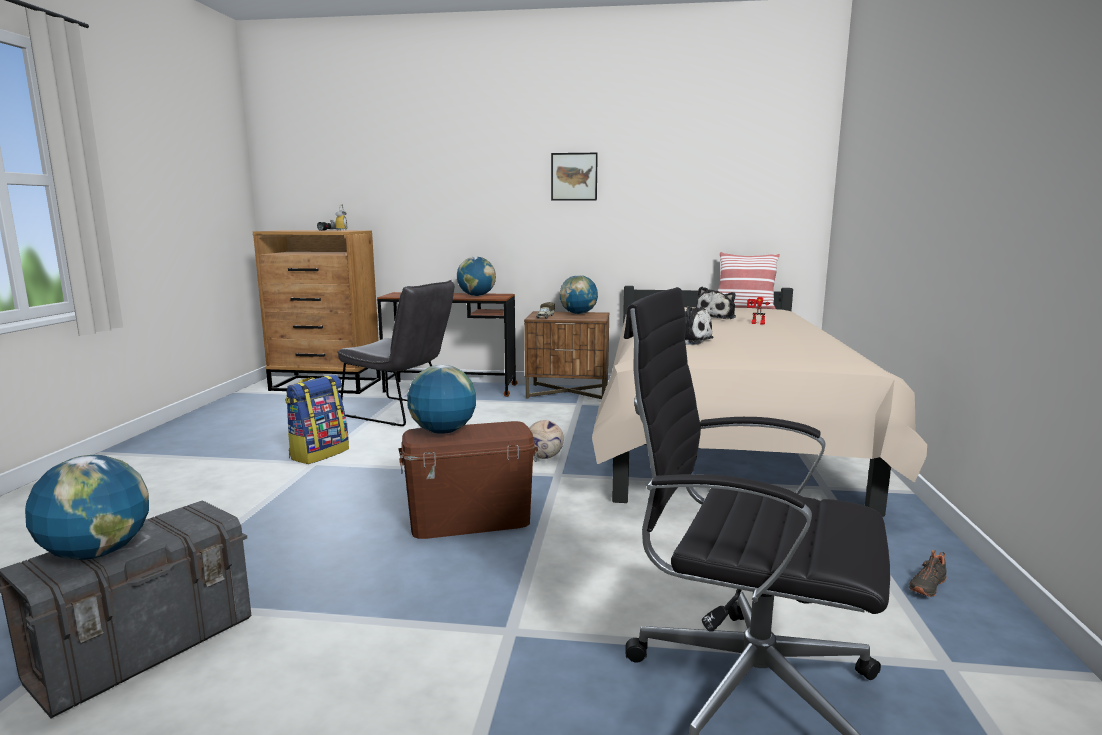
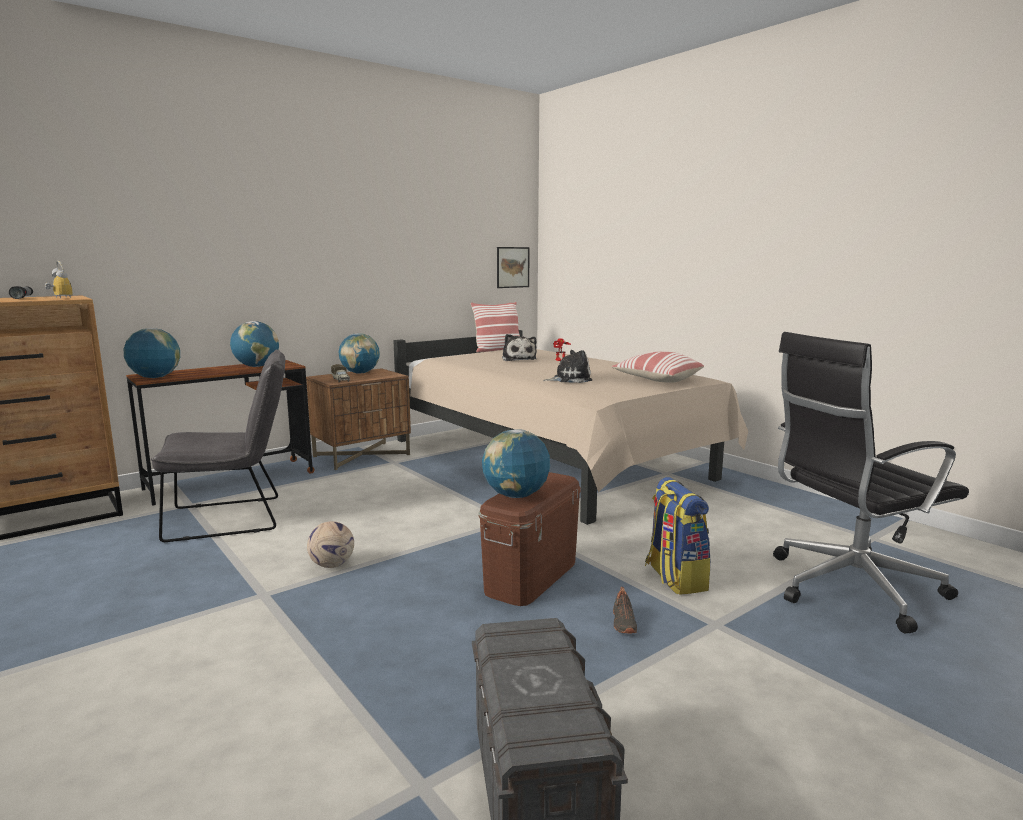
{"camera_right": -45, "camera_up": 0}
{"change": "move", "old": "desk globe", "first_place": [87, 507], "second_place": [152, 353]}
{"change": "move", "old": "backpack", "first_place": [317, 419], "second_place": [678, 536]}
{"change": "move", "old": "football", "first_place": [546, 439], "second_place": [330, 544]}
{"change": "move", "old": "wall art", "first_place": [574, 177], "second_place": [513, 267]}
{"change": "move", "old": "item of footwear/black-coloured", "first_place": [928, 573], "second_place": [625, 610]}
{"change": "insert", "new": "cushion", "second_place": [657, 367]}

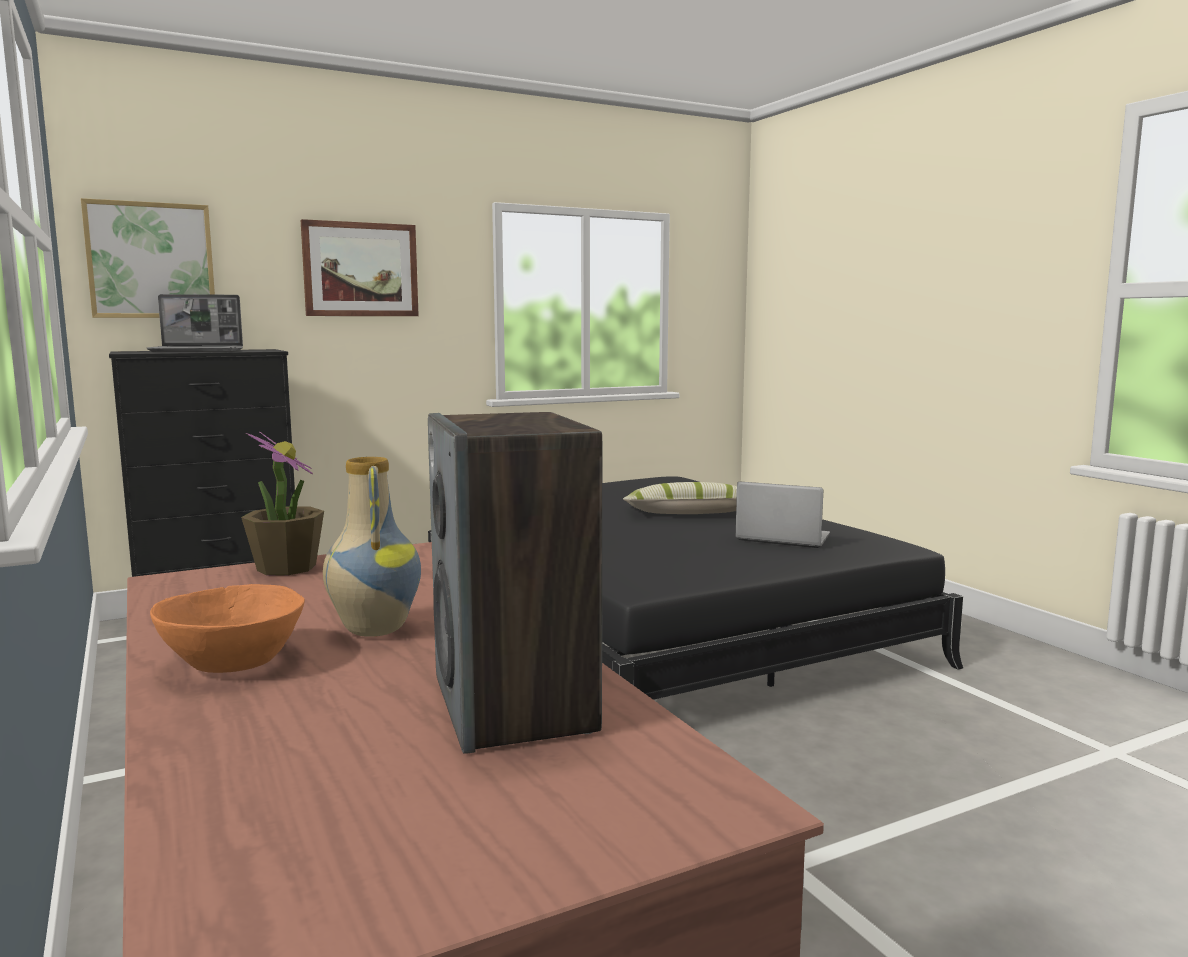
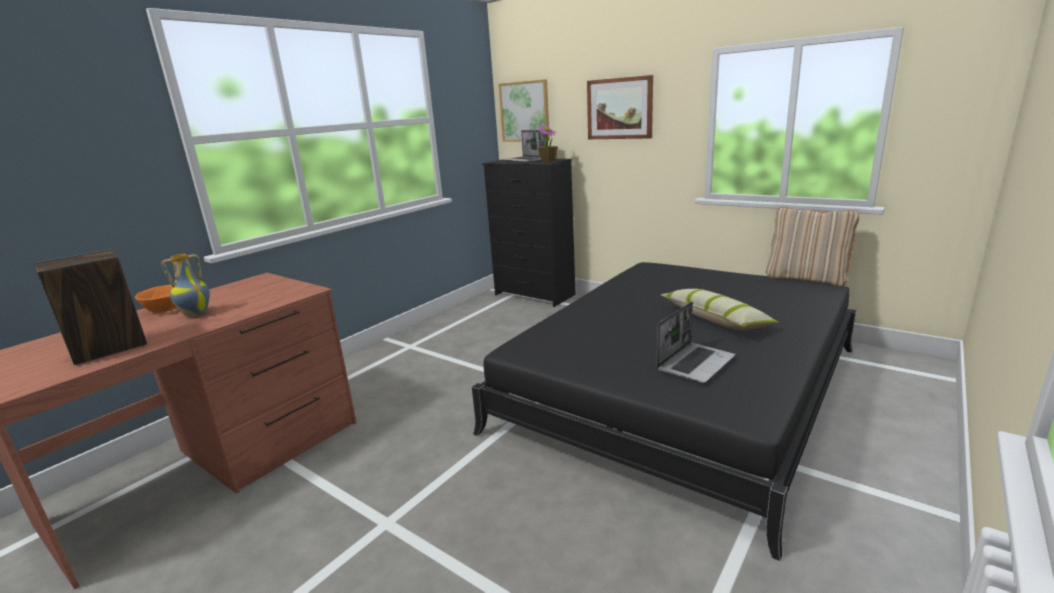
{"camera_right": 65, "camera_up": 10}
{"change": "move", "old": "houseplant", "first_place": [282, 504], "second_place": [548, 144]}
{"change": "rotate", "old": "laptop", "first_place": [783, 515], "second_place": [695, 342], "degrees": 45}
{"change": "insert", "new": "cushion/sand-coloured", "second_place": [812, 246]}

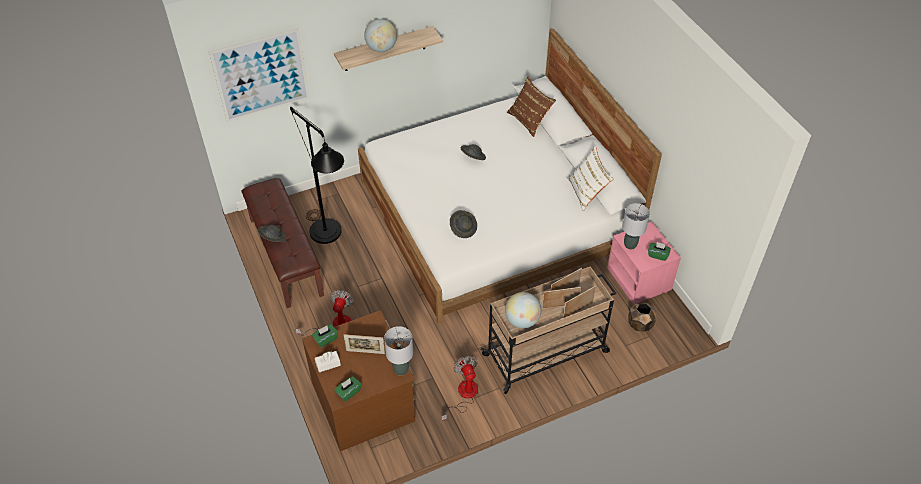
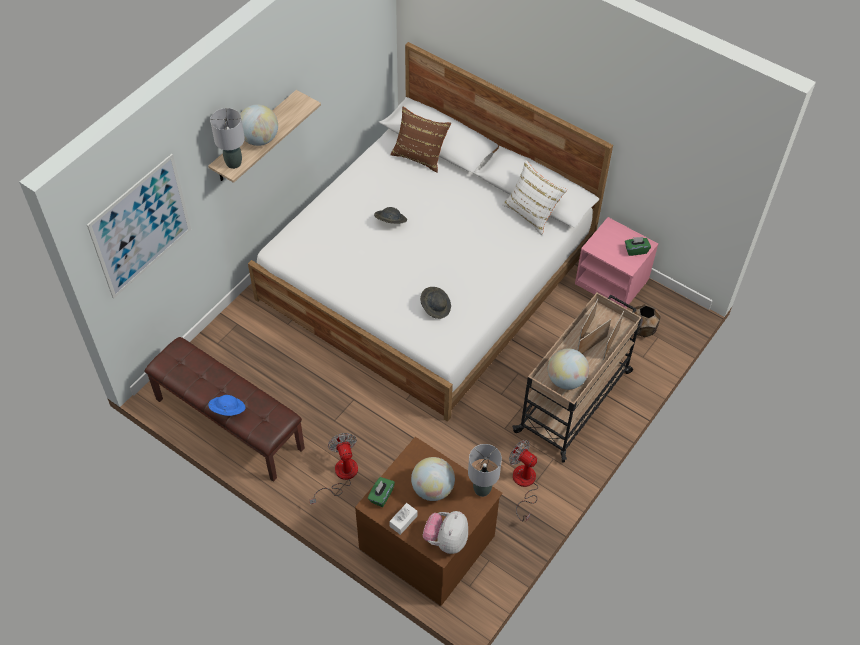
{"camera_right": -30, "camera_up": 5}
{"change": "recolor", "old": "hat/grey", "new": "hat/bluish", "first_place": [272, 233], "second_place": [227, 405]}
{"change": "delete", "old": "standard lamp/black-coloured", "first_place": [317, 175]}
{"change": "replace", "old": "tissue holder/green", "new": "cuddly toy", "first_place": [348, 389], "second_place": [445, 532]}
{"change": "replace", "old": "photo frame", "new": "desk globe", "first_place": [364, 344], "second_place": [433, 479]}
{"change": "move", "old": "table lamp/grey", "first_place": [636, 226], "second_place": [227, 138]}

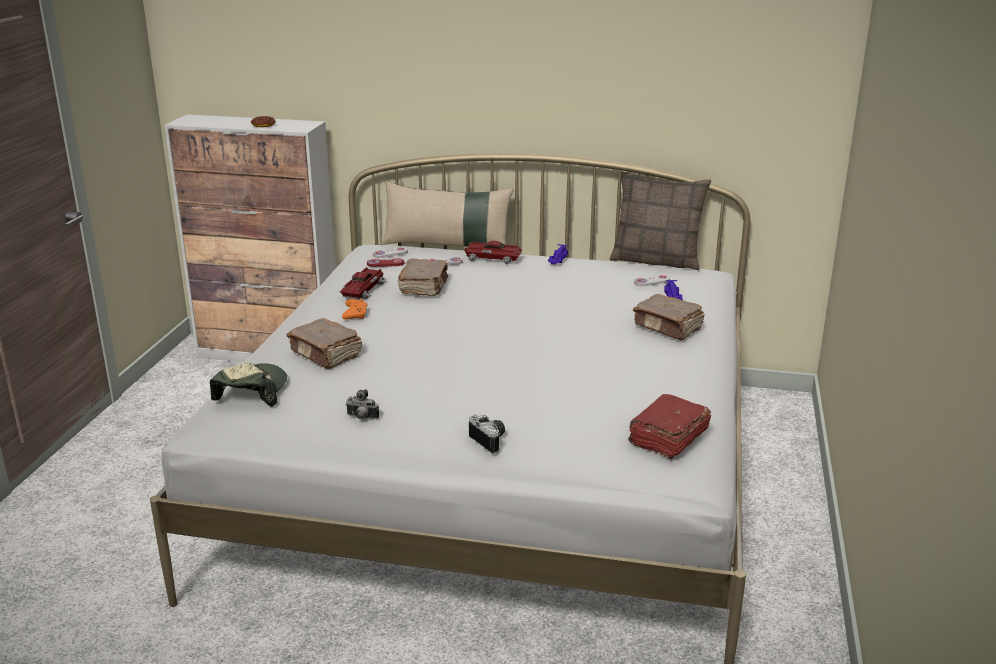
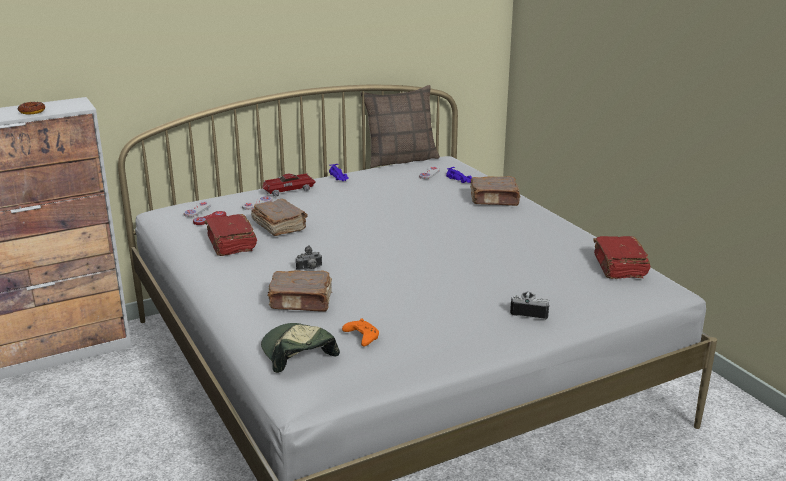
{"camera_right": -40, "camera_up": 0}
{"change": "replace", "old": "miniature car", "new": "book/red-coloured", "first_place": [363, 283], "second_place": [230, 235]}
{"change": "move", "old": "gamepad/orange", "first_place": [355, 309], "second_place": [360, 332]}
{"change": "move", "old": "still camera", "first_place": [362, 404], "second_place": [309, 258]}
{"change": "delete", "old": "cushion/sand-coloured", "first_place": [448, 214]}

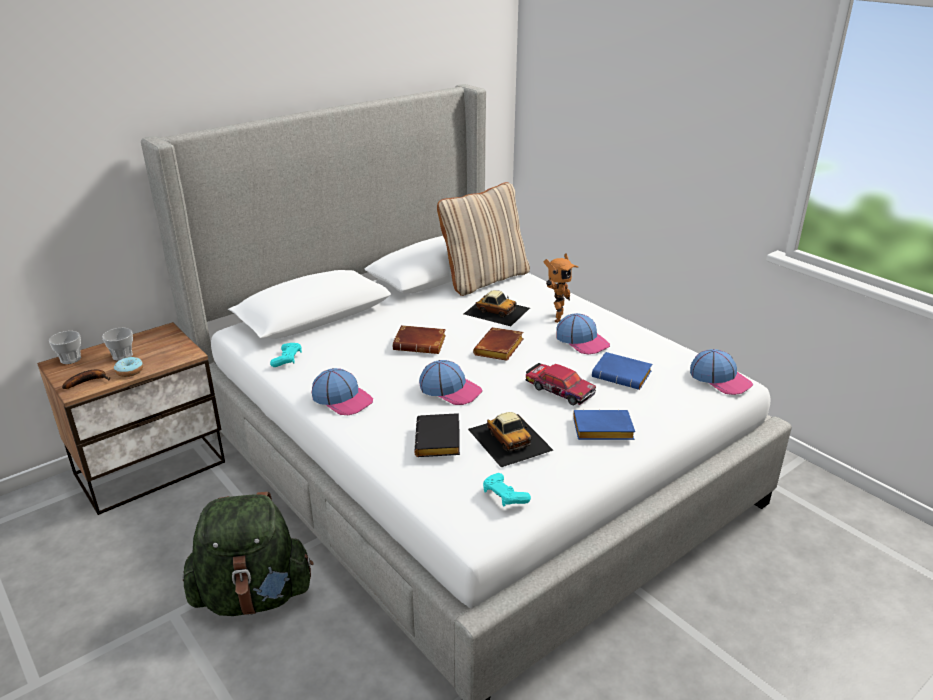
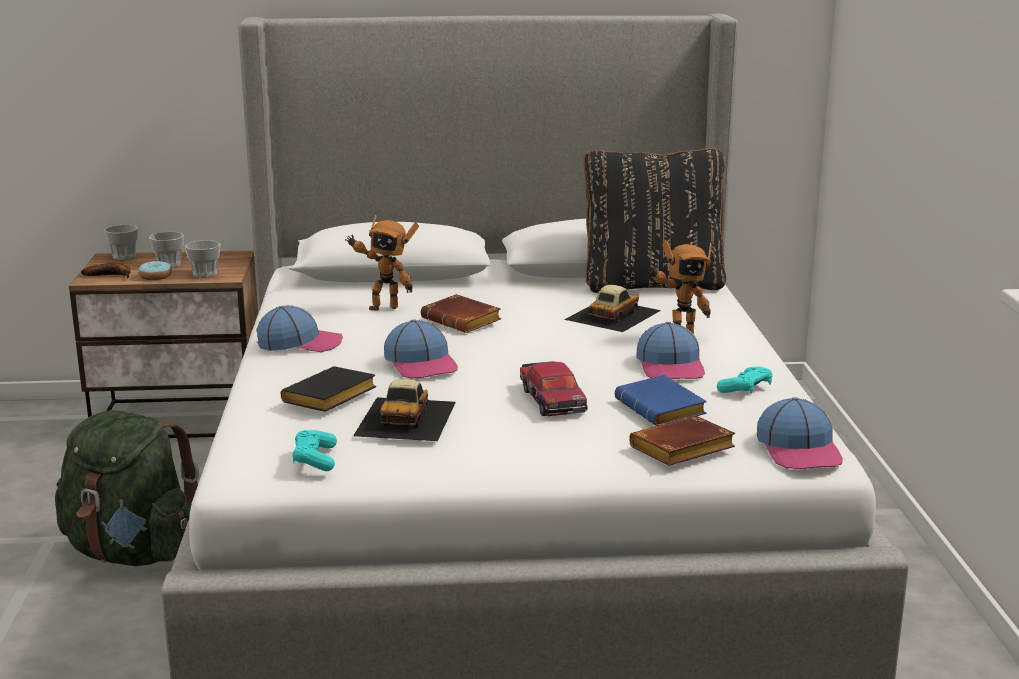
{"camera_right": 35, "camera_up": -10}
{"change": "move", "old": "gamepad/blue-green", "first_place": [286, 355], "second_place": [745, 380]}
{"change": "rotate", "old": "cap", "first_place": [342, 391], "second_place": [299, 328], "degrees": -75}
{"change": "recolor", "old": "cushion/sand-coloured", "new": "cushion/black-coloured", "first_place": [483, 239], "second_place": [654, 220]}
{"change": "rotate", "old": "miniature car", "first_place": [497, 308], "second_place": [612, 308], "degrees": -120}
{"change": "move", "old": "book/brown-coloured", "first_place": [498, 344], "second_place": [682, 441]}
{"change": "delete", "old": "book/bluish", "first_place": [604, 425]}
{"change": "insert", "new": "drinking cup", "second_place": [202, 259]}
{"change": "insert", "new": "robot figure", "second_place": [382, 263]}

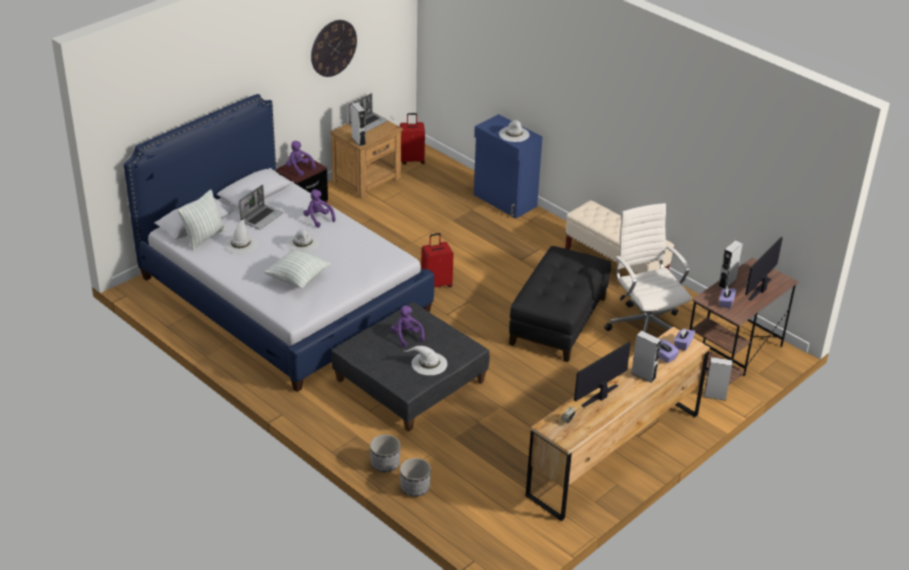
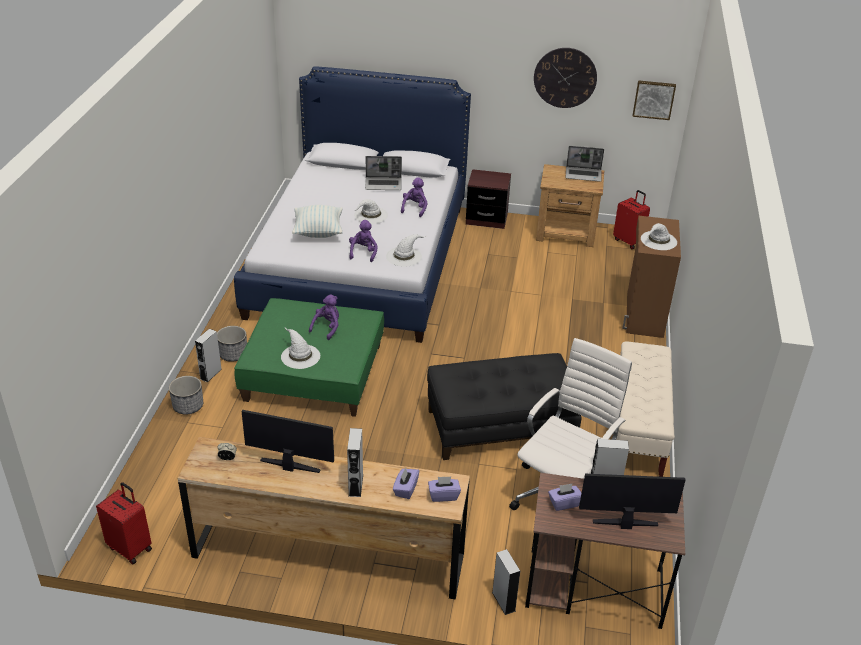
{"camera_right": 55, "camera_up": 0}
{"change": "delete", "old": "cushion", "first_place": [202, 220]}
{"change": "move", "old": "hat/white-coloured", "first_place": [241, 236], "second_place": [406, 250]}
{"change": "move", "old": "cuddly toy/purple-coloured", "first_place": [301, 158], "second_place": [363, 241]}
{"change": "recolor", "old": "ottoman/grey", "new": "ottoman/green", "first_place": [410, 367], "second_place": [309, 357]}
{"change": "move", "old": "loudspeaker/grey", "first_place": [358, 124], "second_place": [208, 355]}
{"change": "move", "old": "planter", "first_place": [415, 477], "second_place": [232, 344]}
{"change": "move", "old": "travel case/red-coloured", "first_place": [437, 260], "second_place": [124, 523]}
{"change": "recolor", "old": "cabinet/bluish", "new": "cabinet/brown-coloured", "first_place": [508, 166], "second_place": [651, 277]}
{"change": "insert", "new": "wall art", "second_place": [654, 100]}

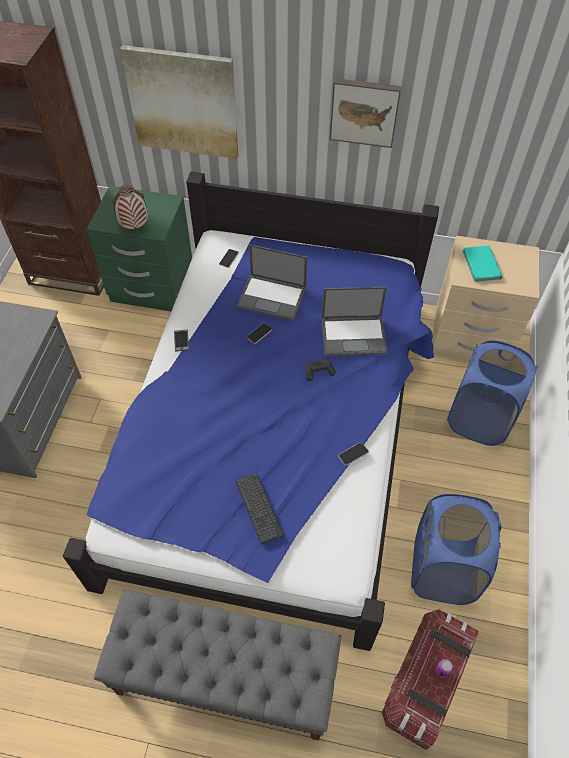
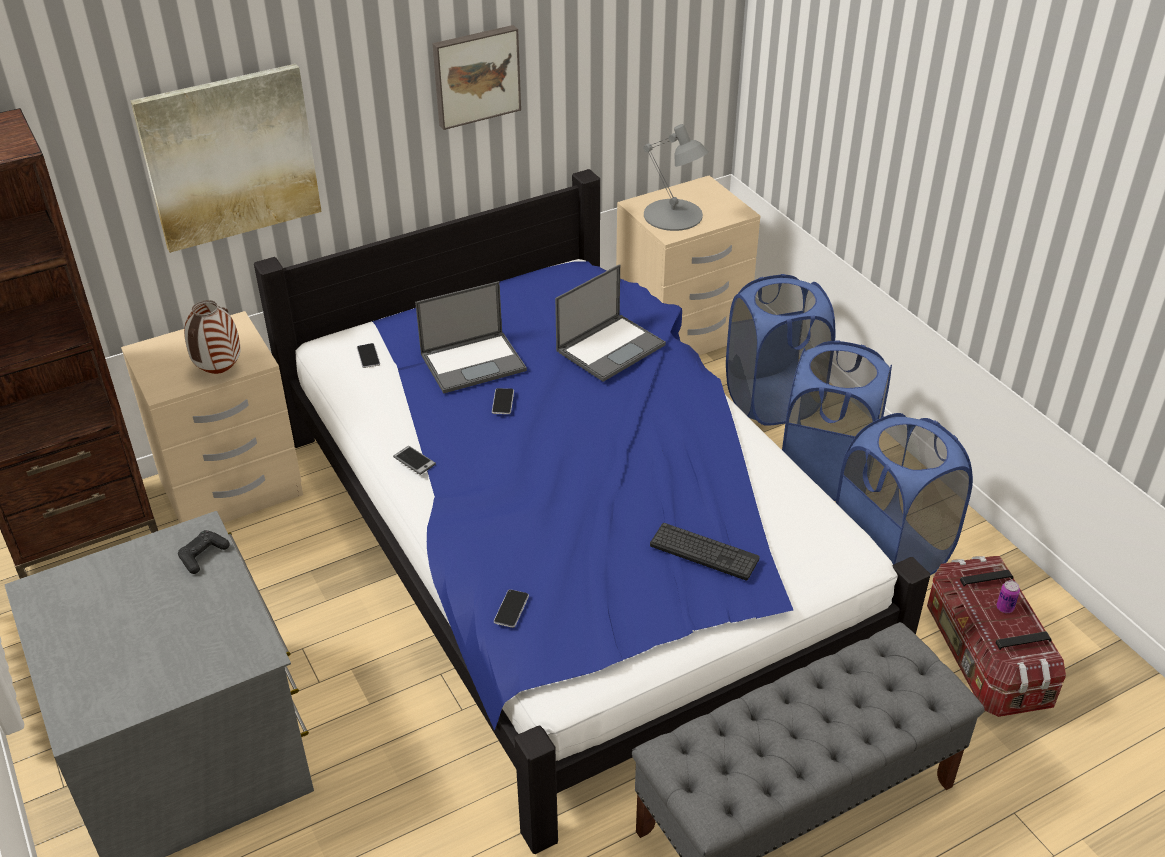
{"camera_right": -40, "camera_up": -15}
{"change": "recolor", "old": "night table/green", "new": "night table/sand-coloured", "first_place": [139, 248], "second_place": [212, 417]}
{"change": "move", "old": "gamepad/black-coloured", "first_place": [321, 370], "second_place": [203, 552]}
{"change": "move", "old": "handset", "first_place": [353, 454], "second_place": [511, 608]}
{"change": "replace", "old": "book/blue-green", "new": "table lamp/grey", "first_place": [482, 264], "second_place": [676, 177]}
{"change": "insert", "new": "hamper/bluish", "second_place": [837, 420]}

